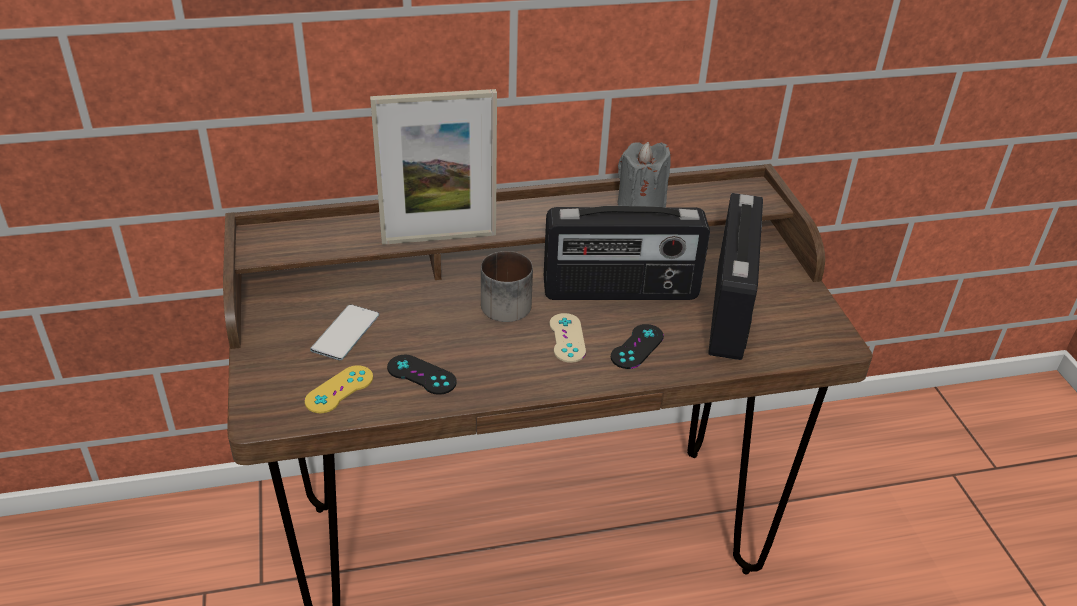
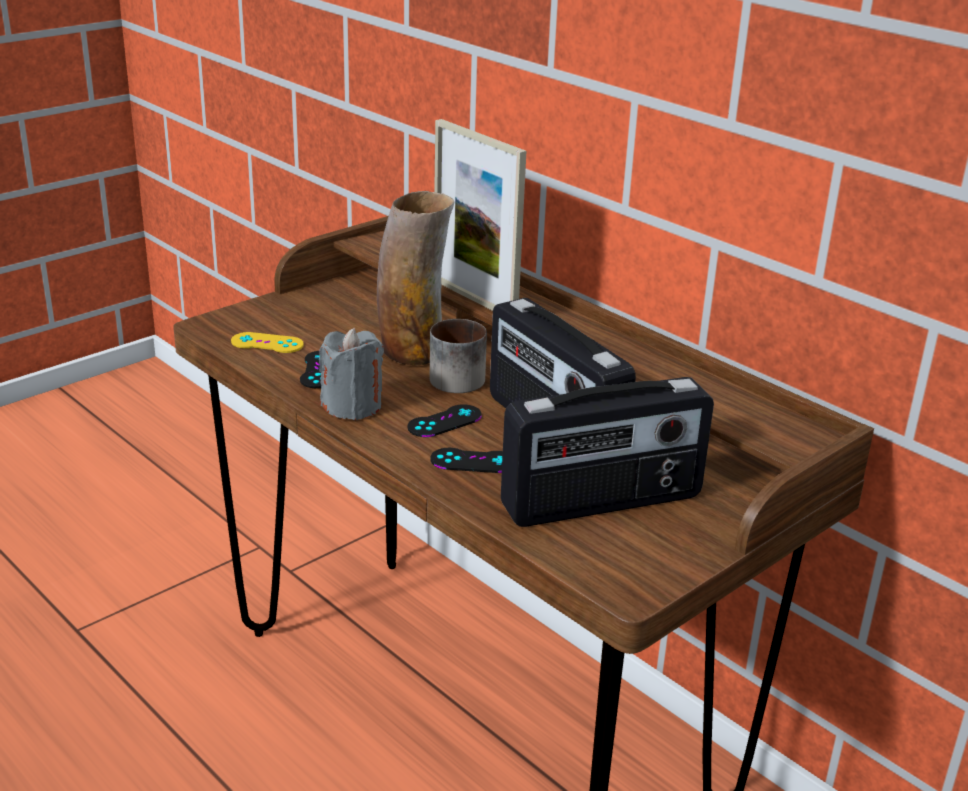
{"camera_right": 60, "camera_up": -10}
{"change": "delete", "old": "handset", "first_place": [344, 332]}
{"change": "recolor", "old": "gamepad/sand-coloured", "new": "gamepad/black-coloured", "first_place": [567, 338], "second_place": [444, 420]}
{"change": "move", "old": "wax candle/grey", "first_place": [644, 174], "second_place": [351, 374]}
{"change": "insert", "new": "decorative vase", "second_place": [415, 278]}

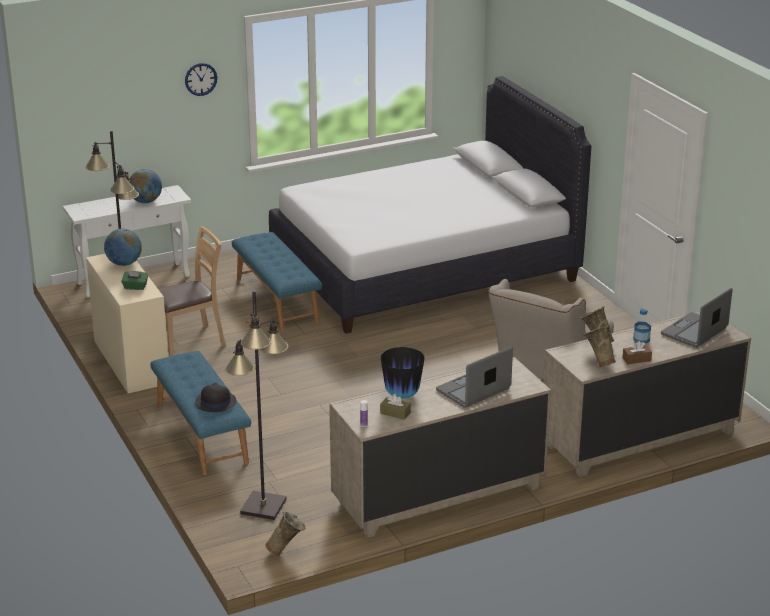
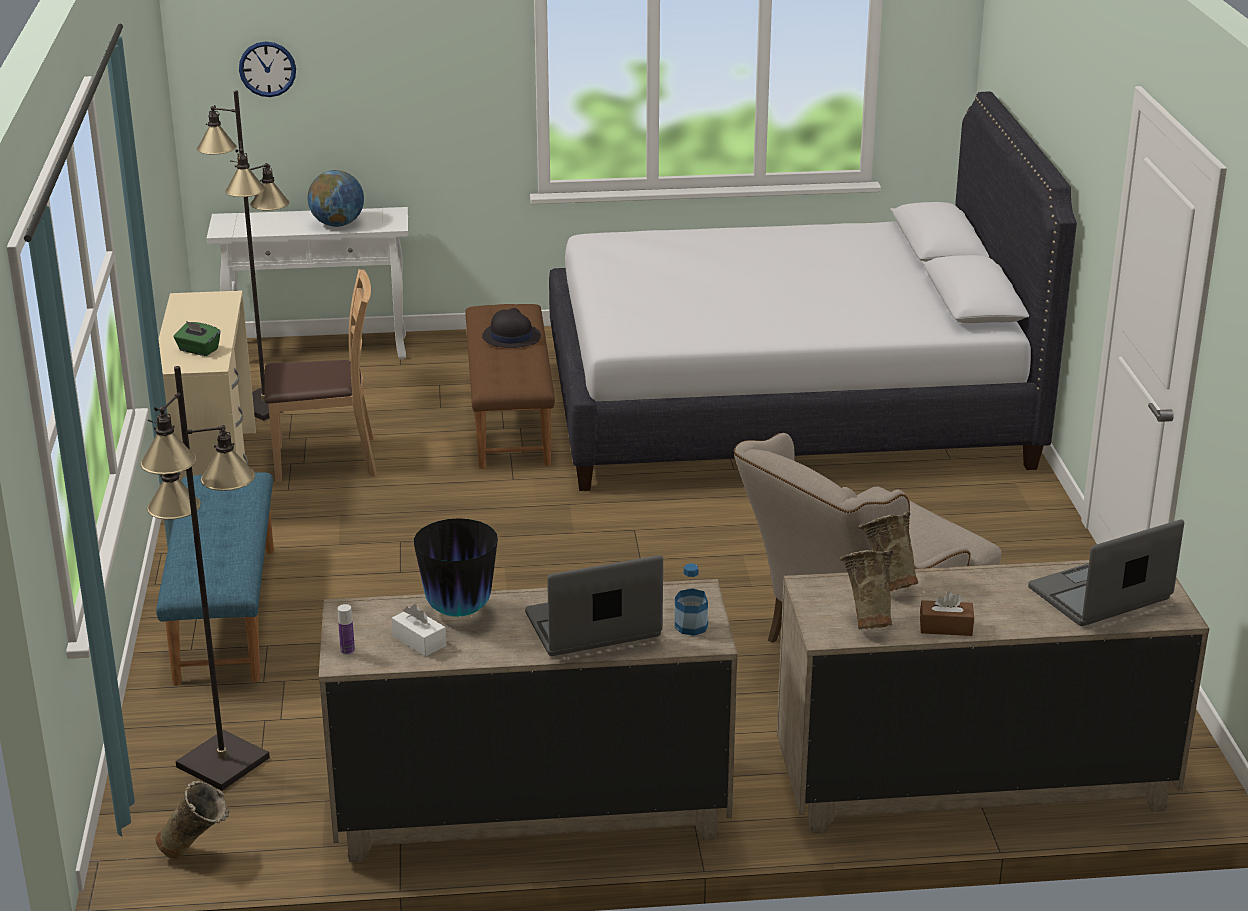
{"camera_right": 20, "camera_up": 0}
{"change": "delete", "old": "desk globe", "first_place": [123, 247]}
{"change": "move", "old": "clock on the wall", "first_place": [201, 79], "second_place": [267, 69]}
{"change": "move", "old": "hat/black-coloured", "first_place": [215, 397], "second_place": [511, 328]}
{"change": "recolor", "old": "long seat/bluish", "new": "long seat/brown-coloured", "first_place": [277, 281], "second_place": [510, 386]}
{"change": "recolor", "old": "tissue holder/brown-coloured", "new": "tissue holder/white-coloured", "first_place": [395, 407], "second_place": [419, 630]}
{"change": "move", "old": "beverage bottle", "first_place": [642, 326], "second_place": [691, 599]}

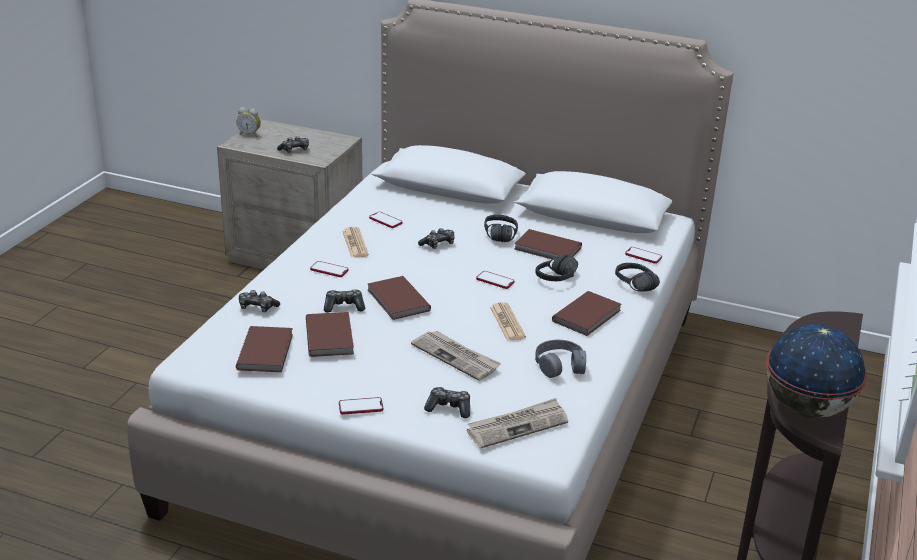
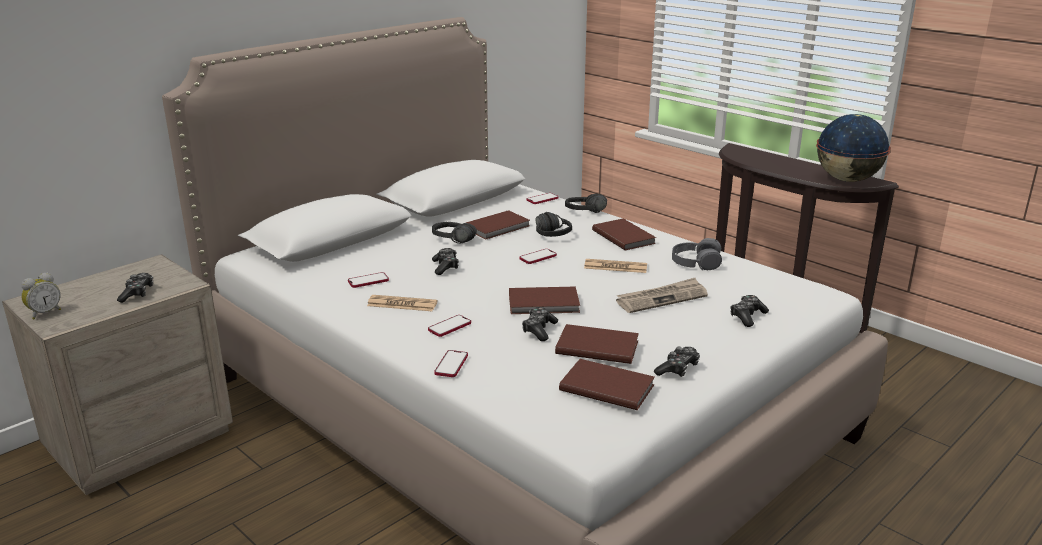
{"camera_right": -65, "camera_up": -5}
{"change": "move", "old": "gamepad", "first_place": [259, 301], "second_place": [677, 362]}
{"change": "move", "old": "handset", "first_place": [361, 406], "second_place": [451, 363]}
{"change": "delete", "old": "daily paper", "first_place": [517, 423]}

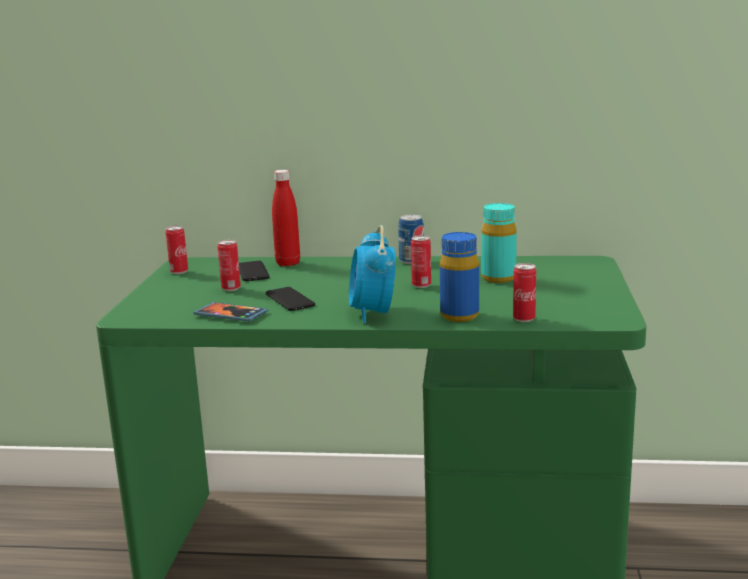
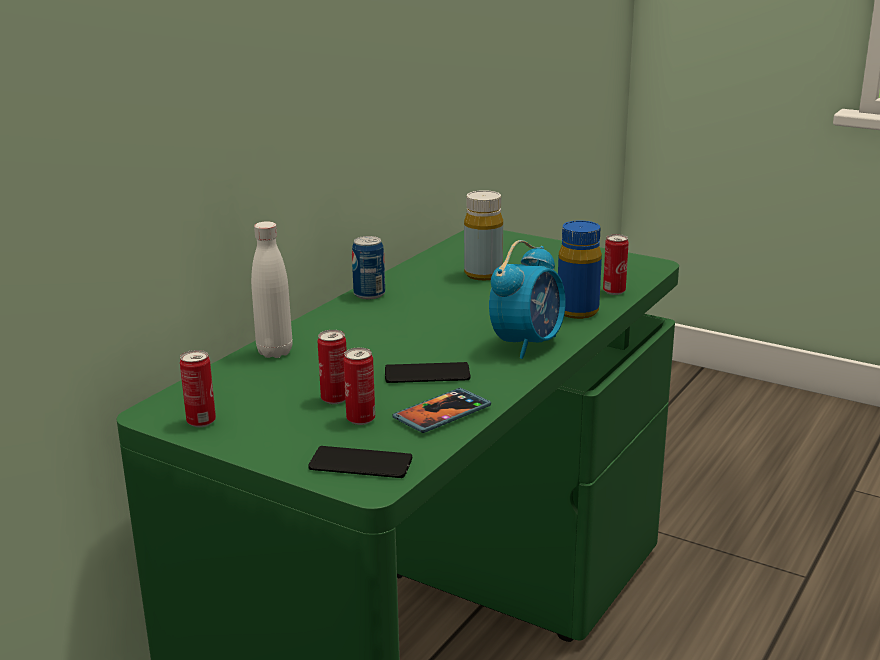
{"camera_right": -65, "camera_up": 5}
{"change": "move", "old": "handset", "first_place": [254, 271], "second_place": [360, 462]}
{"change": "recolor", "old": "beverage bottle/red-coloured", "new": "beverage bottle/white-coloured", "first_place": [286, 218], "second_place": [271, 289]}
{"change": "rotate", "old": "bedside clock", "first_place": [372, 274], "second_place": [527, 299], "degrees": -75}
{"change": "move", "old": "metal can", "first_place": [421, 261], "second_place": [359, 386]}
{"change": "recolor", "old": "beverage bottle/blue-green", "new": "beverage bottle/yellow", "first_place": [499, 243], "second_place": [483, 235]}

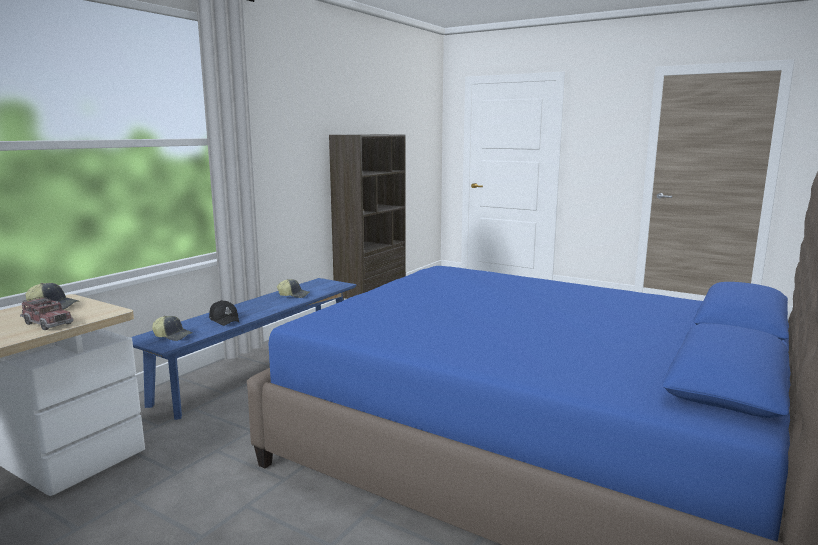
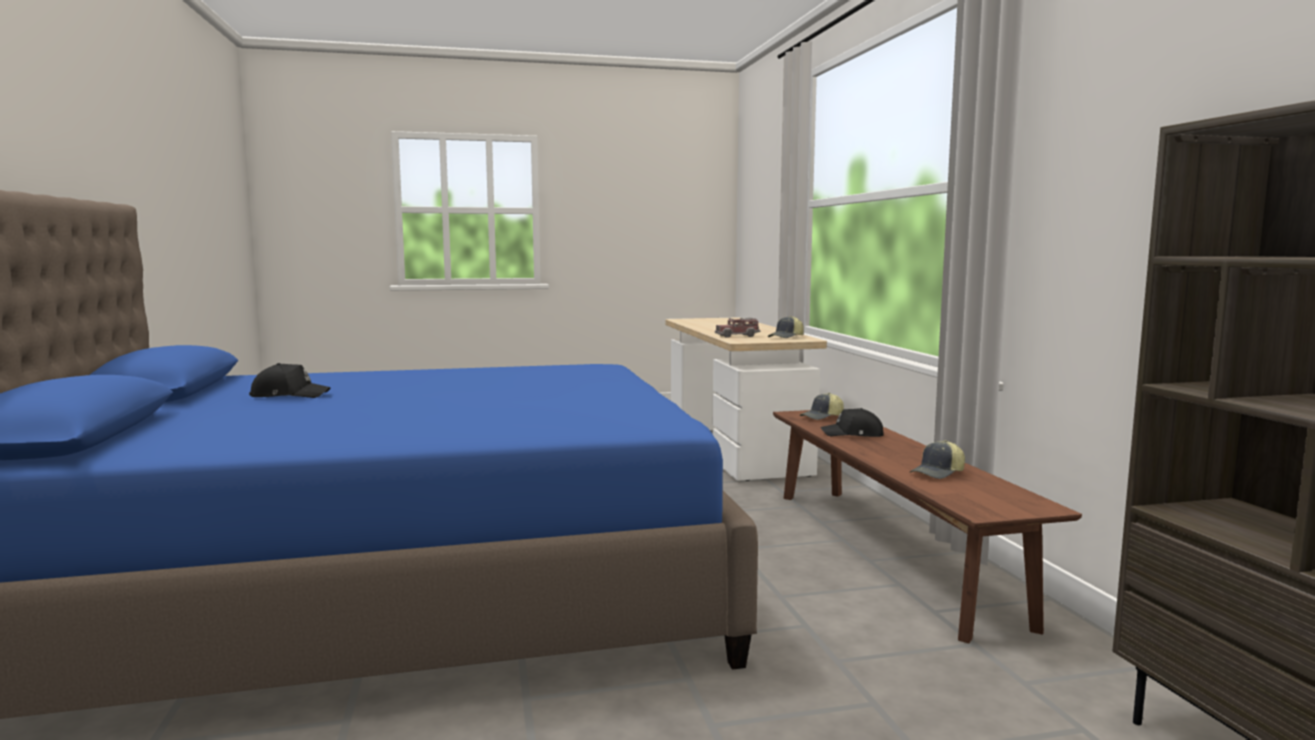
{"camera_right": 135, "camera_up": -5}
{"change": "recolor", "old": "long seat/bluish", "new": "long seat/brown-coloured", "first_place": [244, 349], "second_place": [927, 527]}
{"change": "insert", "new": "cap/black-coloured", "second_place": [290, 380]}

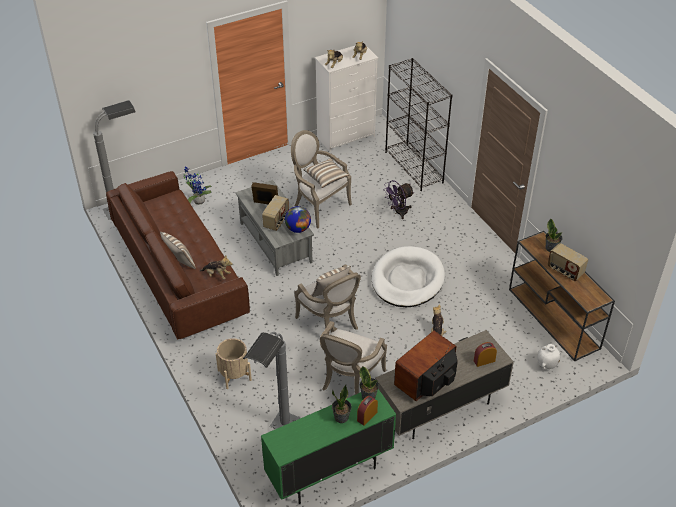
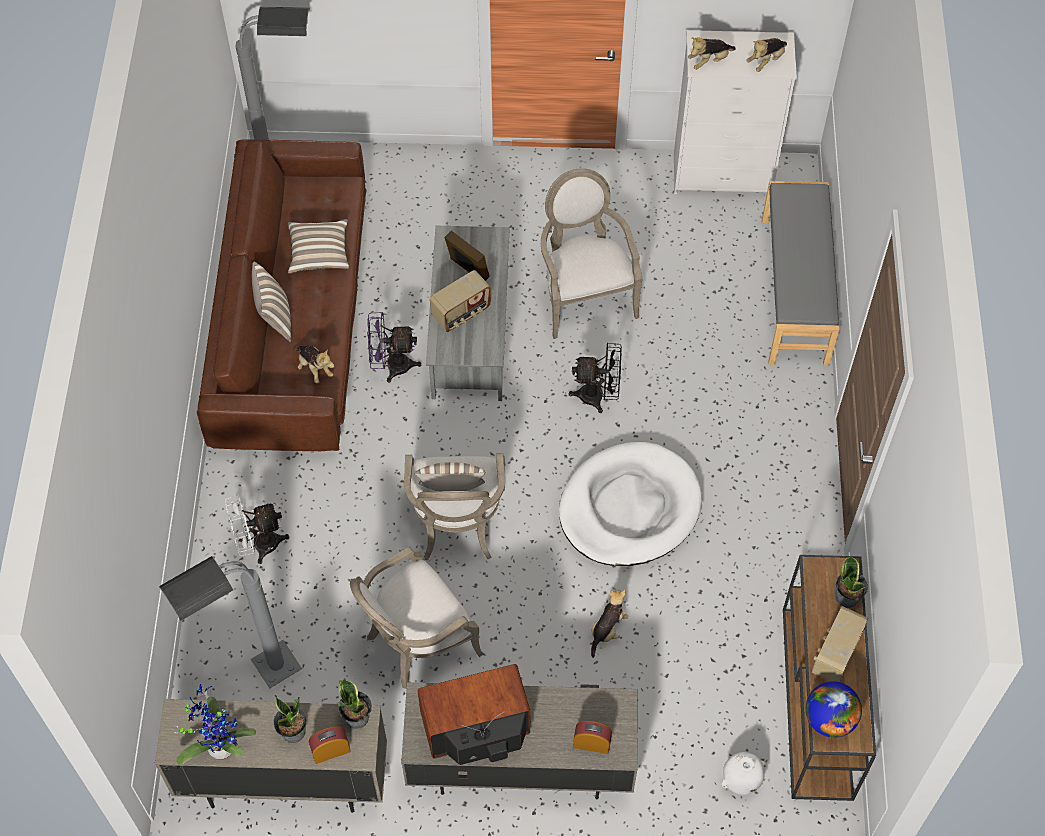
{"camera_right": 30, "camera_up": 15}
{"change": "move", "old": "houseplant", "first_place": [198, 185], "second_place": [215, 724]}
{"change": "replace", "old": "planter/sand-coloured", "new": "electric fan/white-coloured", "first_place": [234, 363], "second_place": [257, 529]}
{"change": "recolor", "old": "cabinet/green", "new": "cabinet/sand-coloured", "first_place": [328, 446], "second_place": [271, 756]}
{"change": "move", "old": "desk globe", "first_place": [298, 219], "second_place": [833, 709]}
{"change": "move", "old": "cushion", "first_place": [326, 173], "second_place": [318, 246]}
{"change": "move", "old": "electric fan/purple-coloured", "first_place": [398, 199], "second_place": [394, 347]}
{"change": "replace", "old": "shelving unit/black-coloured", "new": "long seat/grey", "first_place": [418, 124], "second_place": [801, 273]}
{"change": "rotate", "old": "radio set", "first_place": [568, 262], "second_place": [840, 644], "degrees": 45}
{"change": "insert", "new": "electric fan/black-coloured", "second_place": [595, 378]}

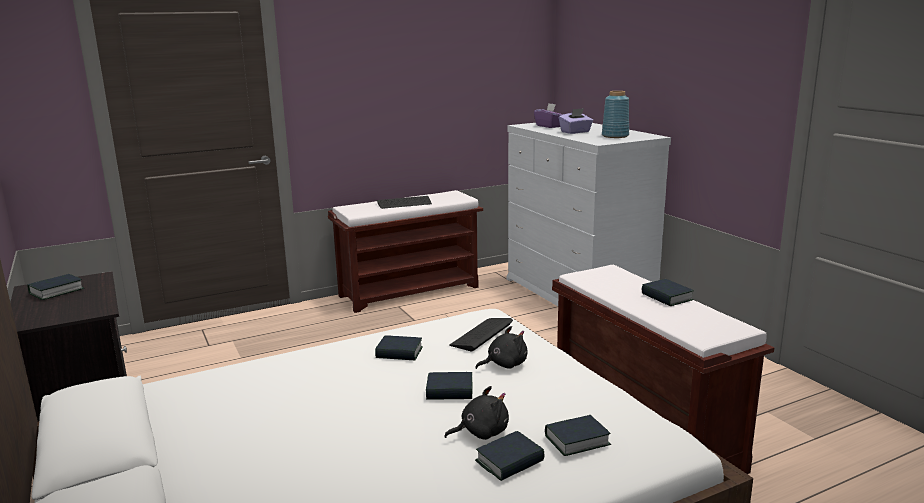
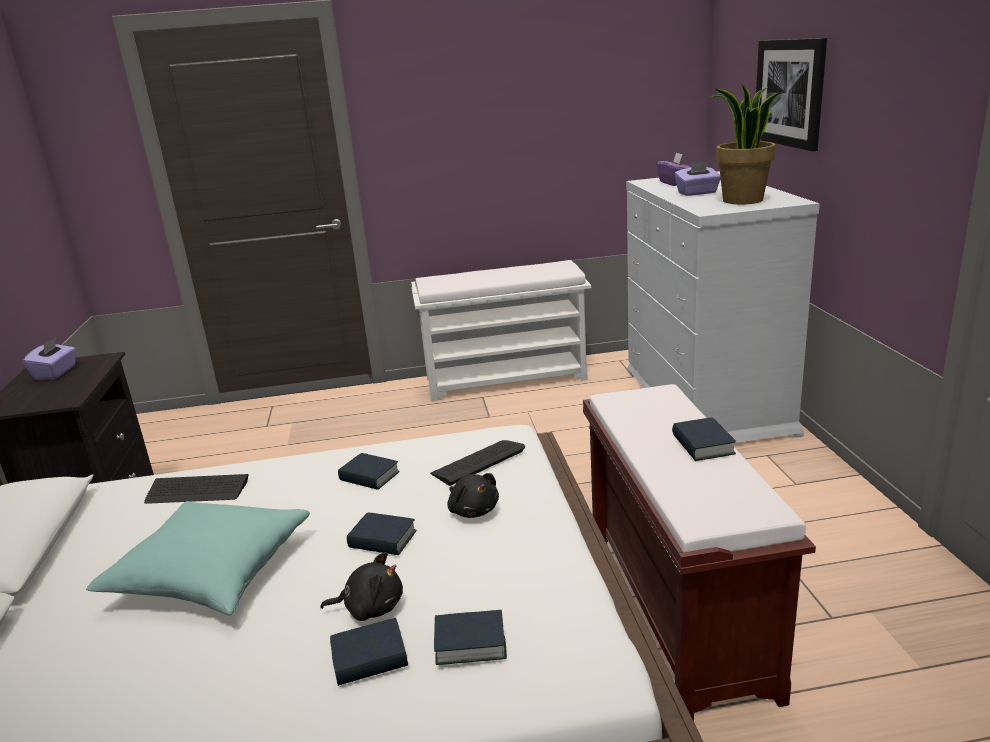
{"camera_right": 20, "camera_up": 5}
{"change": "replace", "old": "book", "new": "tissue holder/purple-coloured", "first_place": [56, 287], "second_place": [49, 358]}
{"change": "recolor", "old": "long seat/brown-coloured", "new": "long seat/white-coloured", "first_place": [405, 251], "second_place": [501, 330]}
{"change": "move", "old": "computer keyboard", "first_place": [404, 202], "second_place": [196, 489]}
{"change": "rotate", "old": "cuddly toy/black-coloured", "first_place": [501, 347], "second_place": [473, 495], "degrees": 60}
{"change": "replace", "old": "decorative vase/bluish", "new": "houseplant", "first_place": [615, 114], "second_place": [748, 143]}
{"change": "insert", "new": "cushion/blue-green", "second_place": [198, 558]}
{"change": "insert", "new": "wall art", "second_place": [791, 94]}

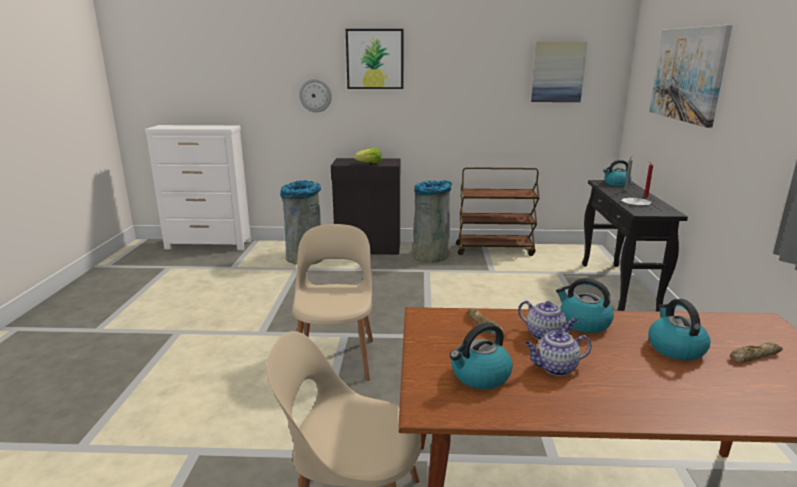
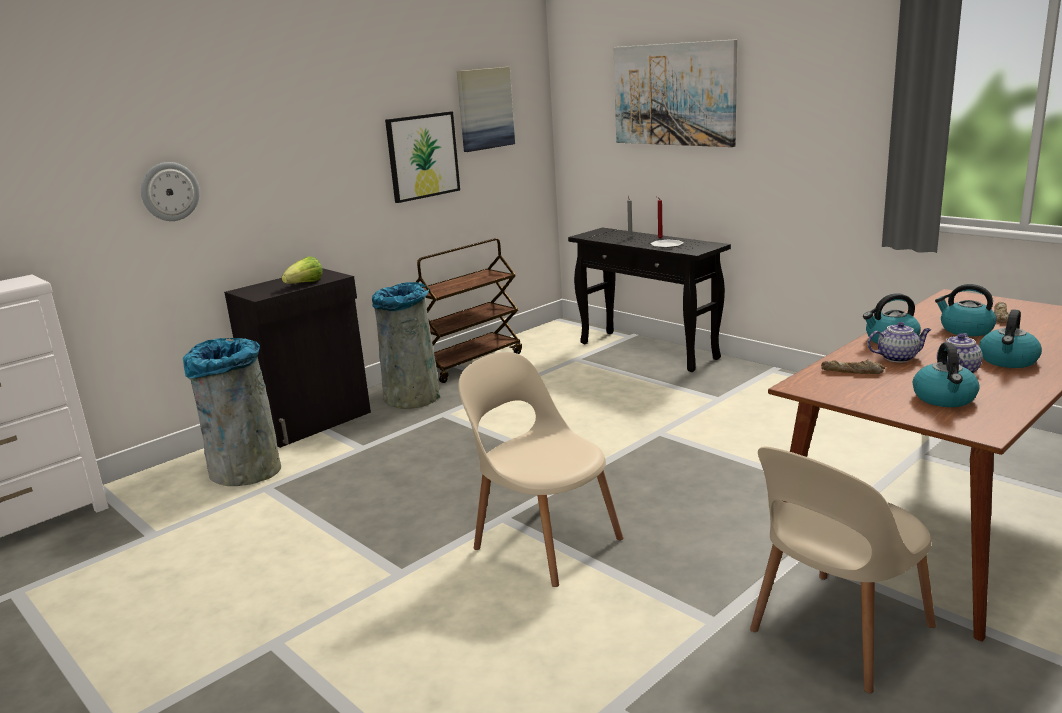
{"camera_right": -45, "camera_up": 0}
{"change": "move", "old": "wall art", "first_place": [375, 59], "second_place": [422, 157]}
{"change": "move", "old": "water kettle", "first_place": [617, 173], "second_place": [1010, 338]}

